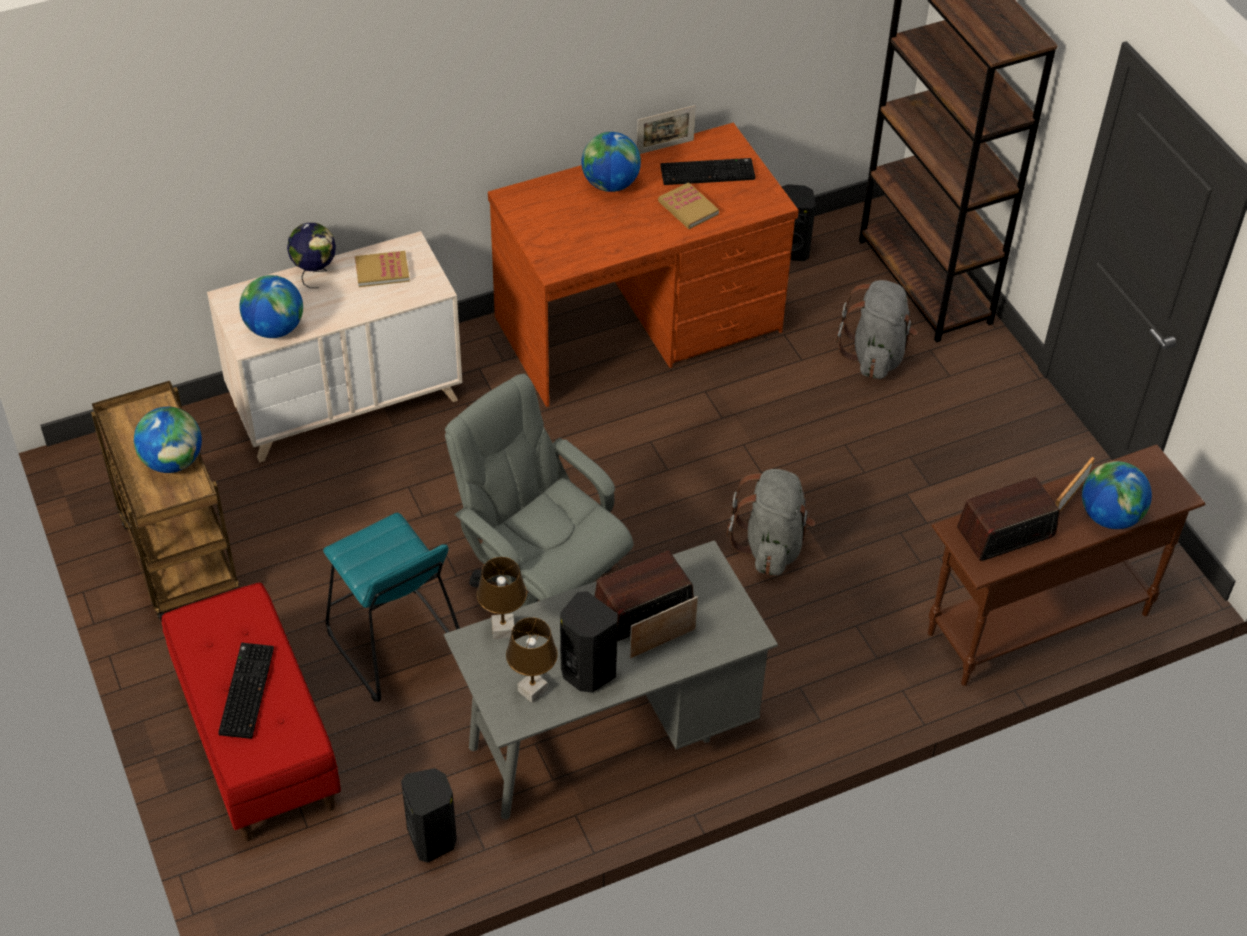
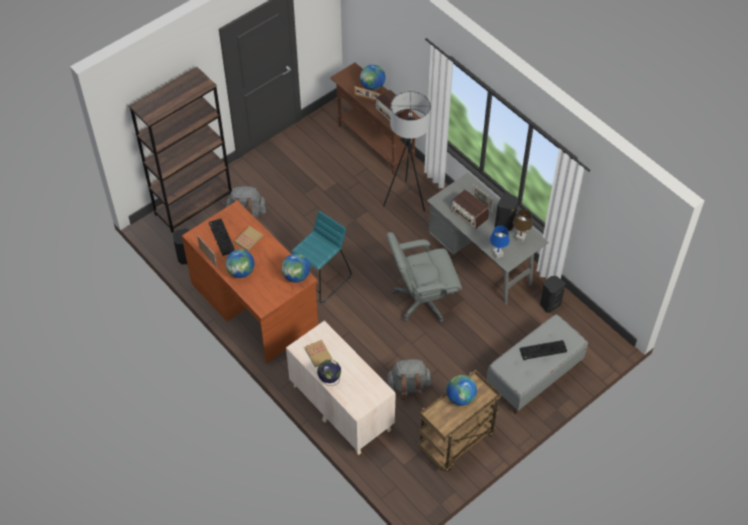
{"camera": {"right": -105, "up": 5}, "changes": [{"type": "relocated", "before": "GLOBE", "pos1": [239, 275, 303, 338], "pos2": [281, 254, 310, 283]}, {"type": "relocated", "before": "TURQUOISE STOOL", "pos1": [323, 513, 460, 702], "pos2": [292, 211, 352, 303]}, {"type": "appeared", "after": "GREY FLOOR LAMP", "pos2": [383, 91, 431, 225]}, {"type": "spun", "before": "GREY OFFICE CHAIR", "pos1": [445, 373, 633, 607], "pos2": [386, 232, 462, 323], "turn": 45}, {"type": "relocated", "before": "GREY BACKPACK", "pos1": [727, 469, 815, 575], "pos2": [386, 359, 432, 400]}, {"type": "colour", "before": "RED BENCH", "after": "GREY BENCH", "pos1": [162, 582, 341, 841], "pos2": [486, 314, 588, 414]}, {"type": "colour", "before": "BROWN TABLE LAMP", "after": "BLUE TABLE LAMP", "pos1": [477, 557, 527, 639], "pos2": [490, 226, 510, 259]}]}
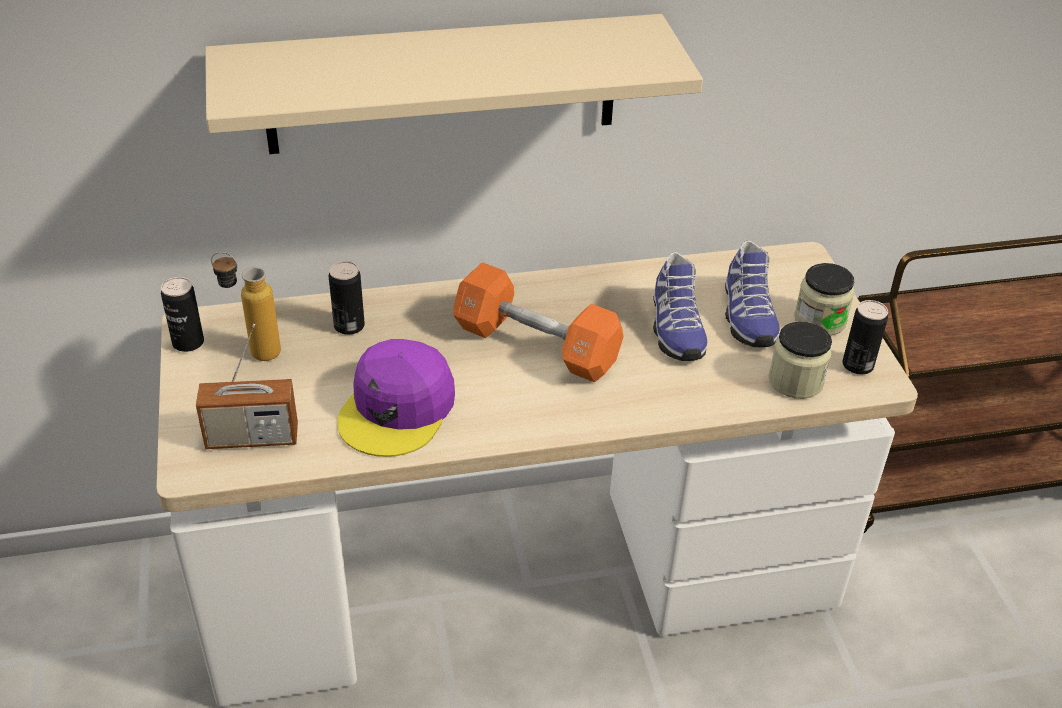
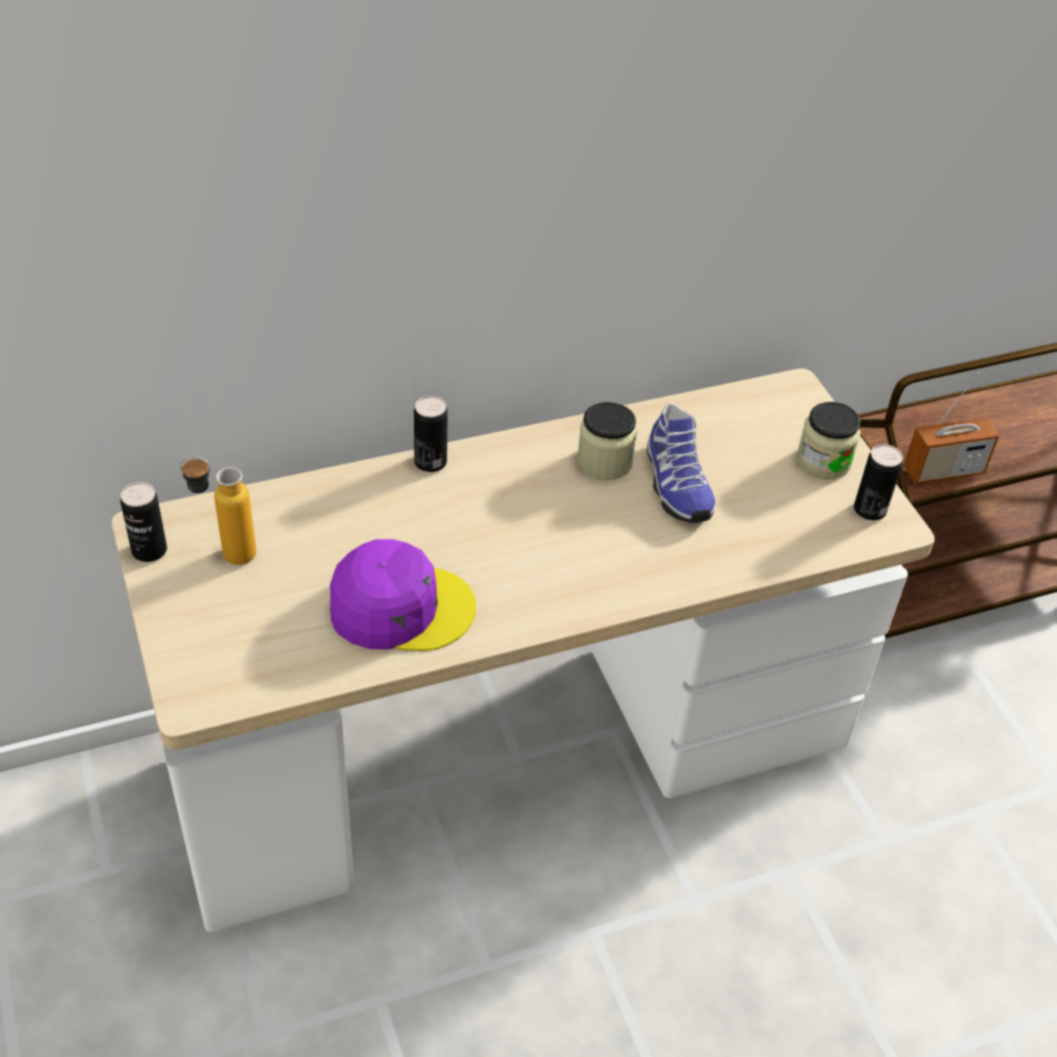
{"camera": {"right": -10, "up": 5}, "changes": [{"type": "spun", "before": "PURPLE CAP", "pos1": [337, 339, 455, 457], "pos2": [330, 539, 476, 651], "turn": -105}, {"type": "relocated", "before": "CAN", "pos1": [329, 261, 365, 335], "pos2": [414, 396, 448, 472]}, {"type": "relocated", "before": "JAR", "pos1": [769, 322, 832, 399], "pos2": [577, 402, 637, 480]}, {"type": "relocated", "before": "RADIO", "pos1": [196, 324, 298, 449], "pos2": [904, 372, 999, 484]}, {"type": "missing", "before": "BEIGE SHELF", "pos1": [205, 14, 703, 154]}, {"type": "missing", "before": "ORANGE DUMBBELL", "pos1": [453, 262, 624, 383]}, {"type": "missing", "before": "SHOE", "pos1": [725, 241, 780, 347]}]}
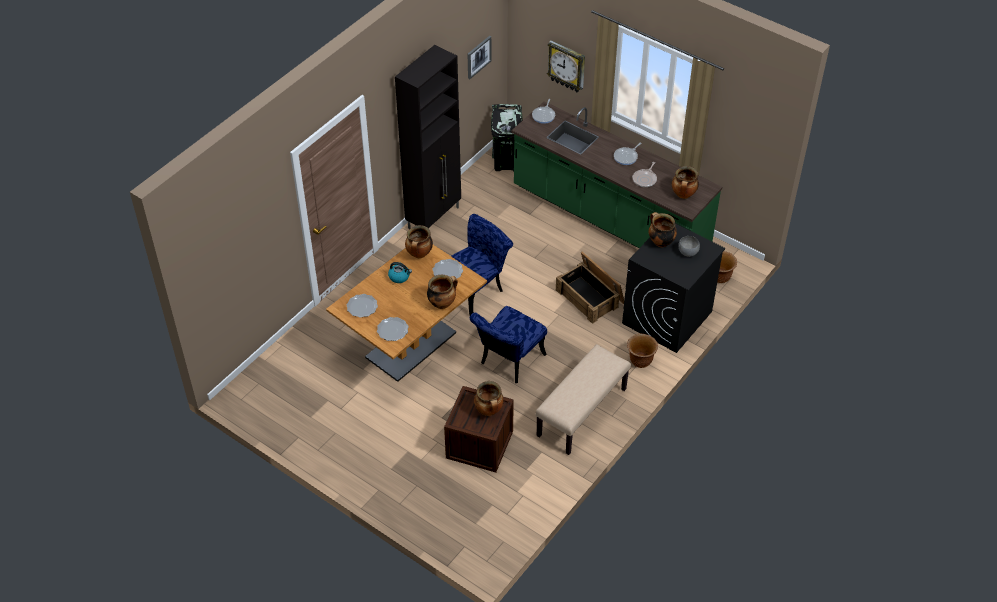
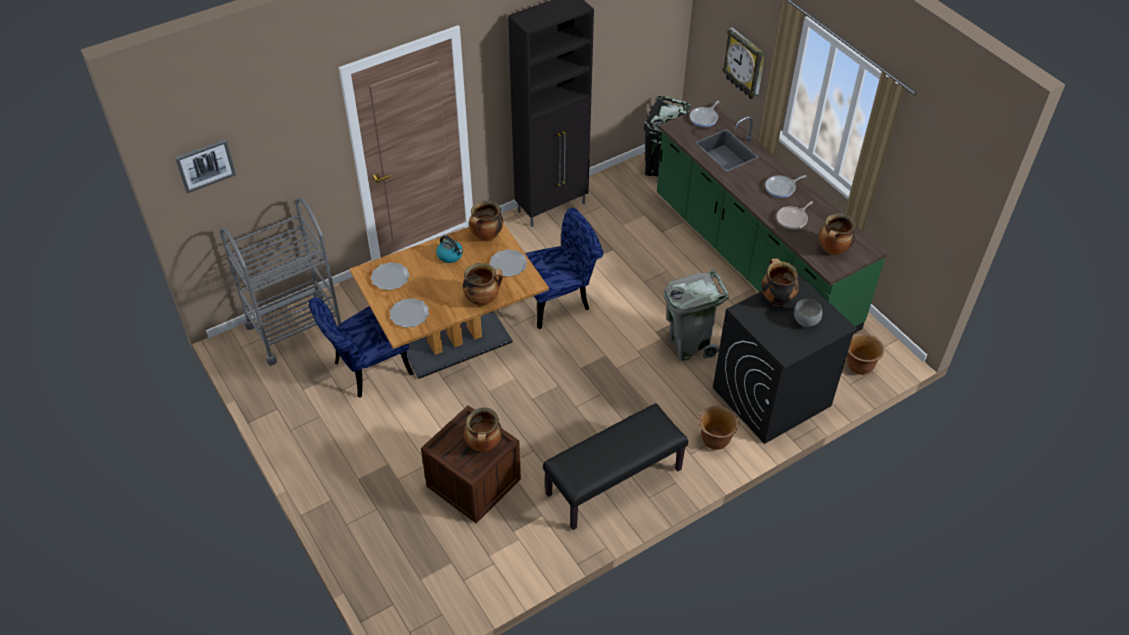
{"camera": {"right": 20, "up": 0}, "changes": [{"type": "relocated", "before": "PICTURE", "pos1": [468, 36, 491, 79], "pos2": [175, 139, 236, 193]}, {"type": "appeared", "after": "GREY CART", "pos2": [220, 198, 342, 366]}, {"type": "relocated", "before": "BLUE CHAIR", "pos1": [470, 306, 547, 383], "pos2": [309, 297, 414, 397]}, {"type": "colour", "before": "BEIGE BENCH", "after": "BLACK BENCH", "pos1": [535, 344, 631, 455], "pos2": [543, 403, 688, 530]}, {"type": "exchanged", "before": "CRATE", "after": "GREY TRASH CAN", "pos1": [556, 252, 624, 324], "pos2": [664, 269, 729, 361]}]}
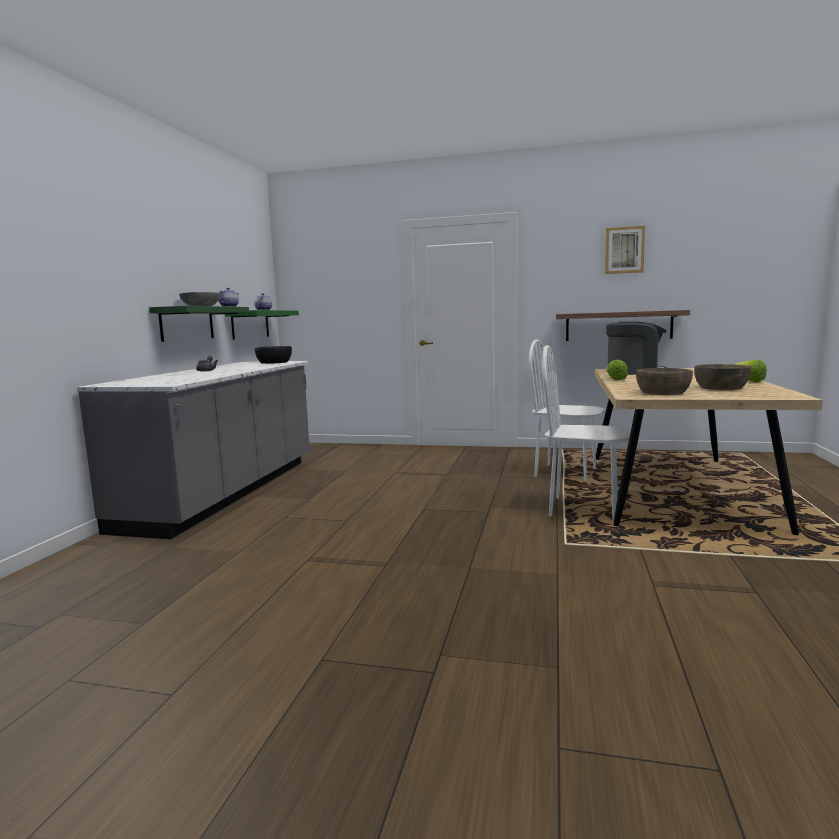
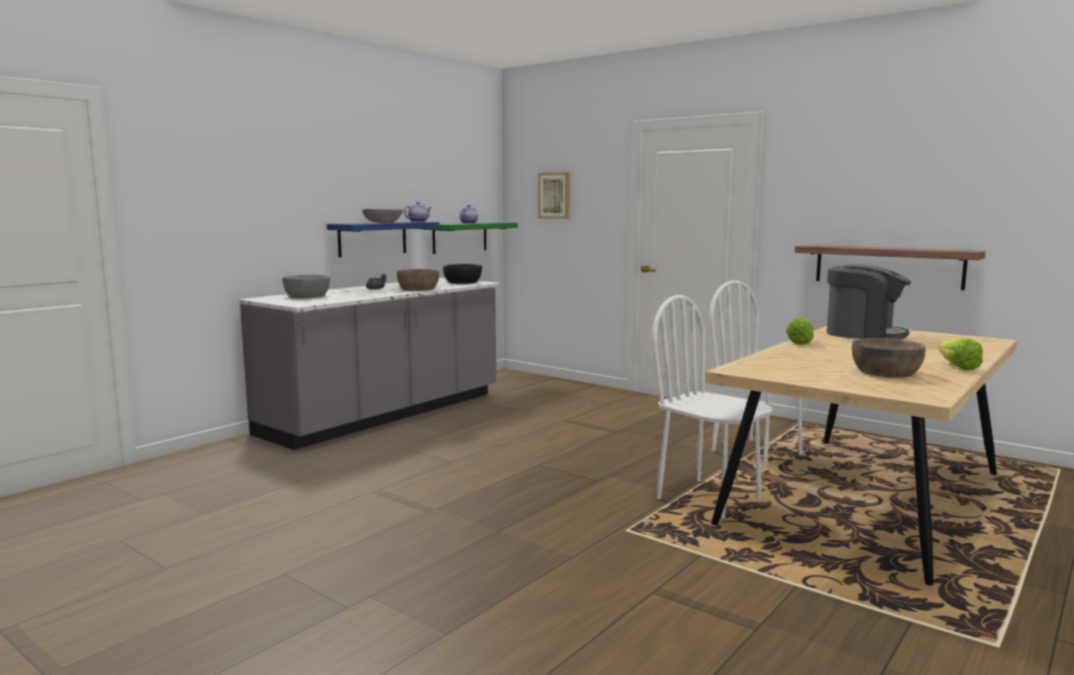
{"camera": {"right": 25, "up": 0}, "changes": [{"type": "appeared", "after": "GREY BOWL", "pos2": [283, 274, 330, 298]}, {"type": "colour", "before": "GREEN SHELF", "after": "BLUE SHELF", "pos1": [149, 306, 249, 342], "pos2": [327, 222, 440, 257]}, {"type": "relocated", "before": "BROWN BOWL", "pos1": [636, 368, 693, 395], "pos2": [397, 269, 439, 291]}, {"type": "relocated", "before": "PICTURE", "pos1": [605, 226, 645, 274], "pos2": [538, 172, 570, 219]}]}
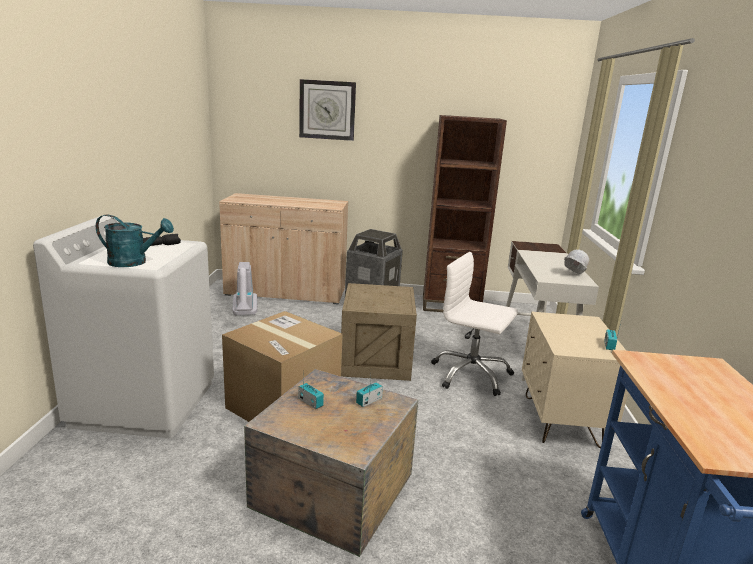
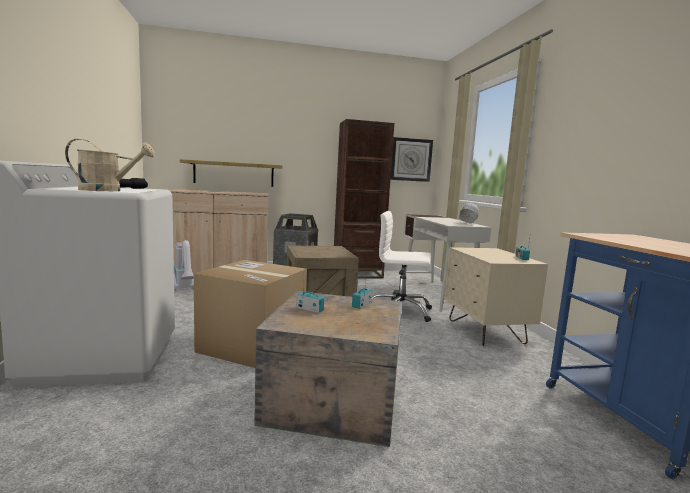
{"camera": {"right": -15, "up": -10}, "changes": [{"type": "colour", "before": "TURQUOISE WATERING CAN", "after": "BEIGE WATERING CAN", "pos1": [96, 214, 174, 267], "pos2": [65, 139, 155, 191]}, {"type": "appeared", "after": "SHELF", "pos2": [180, 159, 283, 187]}, {"type": "relocated", "before": "WALL CLOCK", "pos1": [299, 79, 356, 141], "pos2": [390, 137, 433, 182]}]}
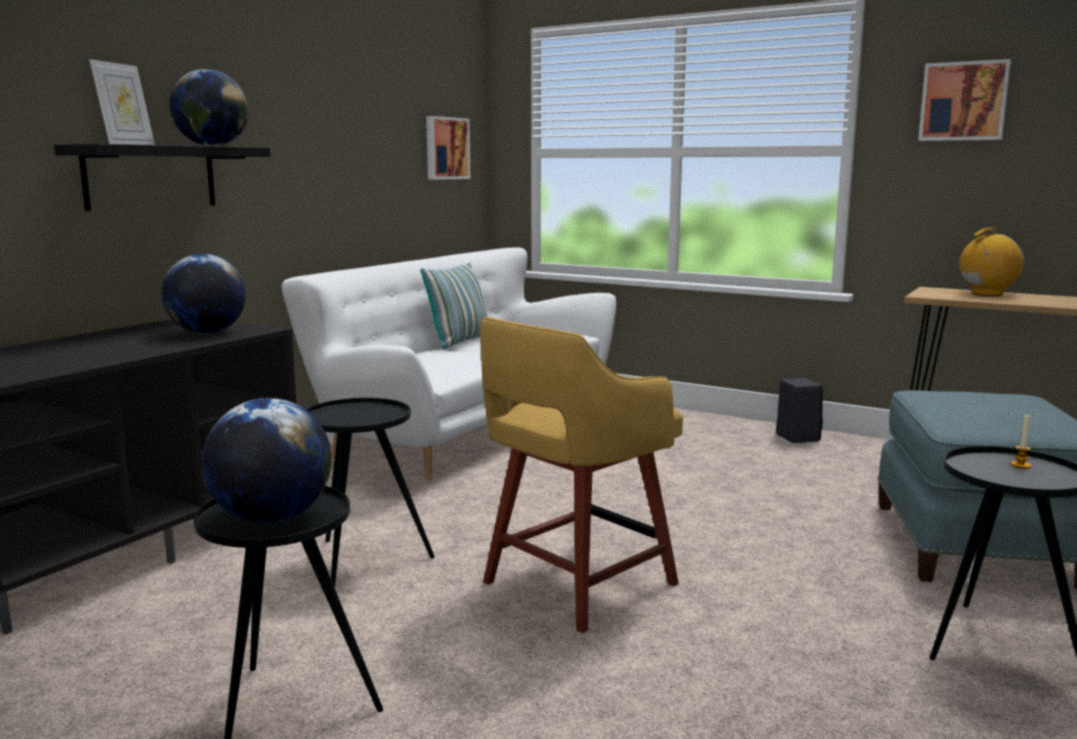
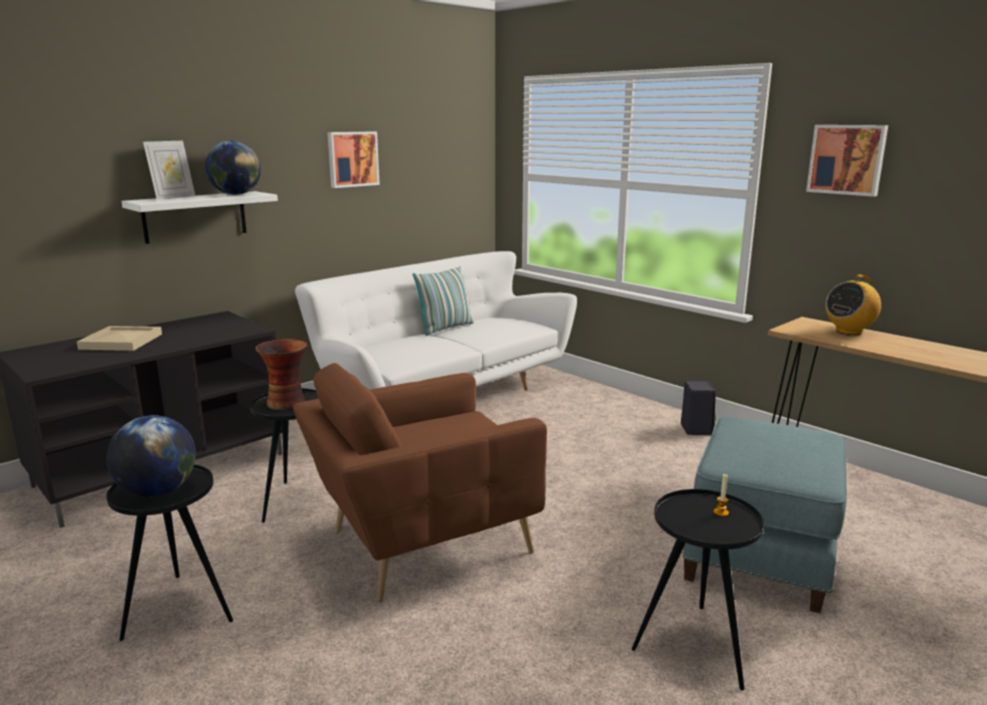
{"camera": {"right": 15, "up": 5}, "changes": [{"type": "appeared", "after": "BEIGE TRAY", "pos2": [77, 326, 162, 351]}, {"type": "colour", "before": "BLACK SHELF", "after": "WHITE SHELF", "pos1": [54, 144, 270, 211], "pos2": [121, 191, 278, 244]}, {"type": "appeared", "after": "VASE", "pos2": [255, 339, 308, 410]}, {"type": "exchanged", "before": "YELLOW STOOL", "after": "BROWN ARMCHAIR", "pos1": [480, 317, 683, 633], "pos2": [293, 363, 547, 602]}, {"type": "relocated", "before": "PICTURE", "pos1": [426, 116, 470, 180], "pos2": [327, 132, 380, 188]}, {"type": "spun", "before": "RADIO", "pos1": [960, 228, 1025, 296], "pos2": [825, 275, 881, 335], "turn": 150}, {"type": "missing", "before": "GLOBE", "pos1": [161, 254, 246, 334]}]}
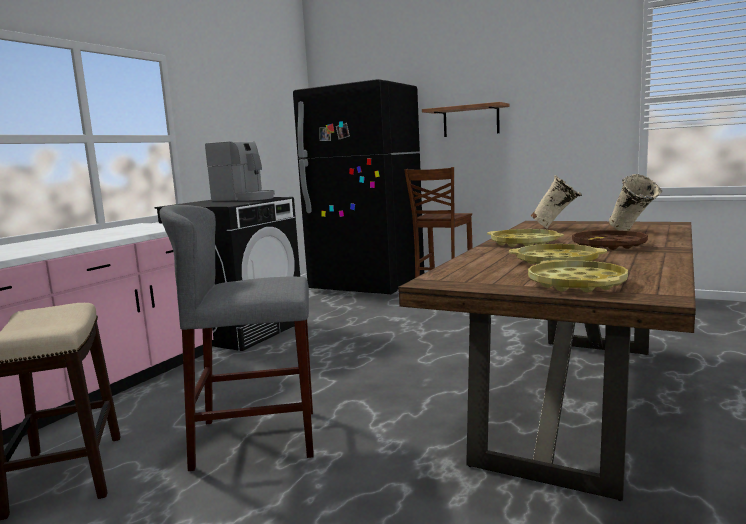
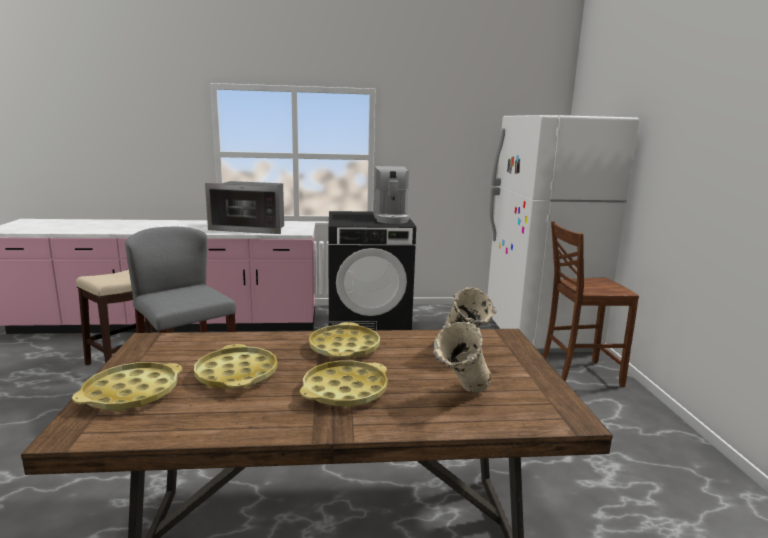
{"camera": {"right": 55, "up": 5}, "changes": [{"type": "appeared", "after": "MICROWAVE", "pos2": [205, 181, 284, 234]}, {"type": "colour", "before": "BROWN TRAY", "after": "YELLOW TRAY", "pos1": [572, 230, 648, 250], "pos2": [300, 360, 388, 407]}, {"type": "colour", "before": "BLACK FRIDGE", "after": "WHITE FRIDGE", "pos1": [293, 79, 424, 295], "pos2": [487, 115, 639, 353]}, {"type": "missing", "before": "SHELF", "pos1": [422, 102, 510, 137]}]}
